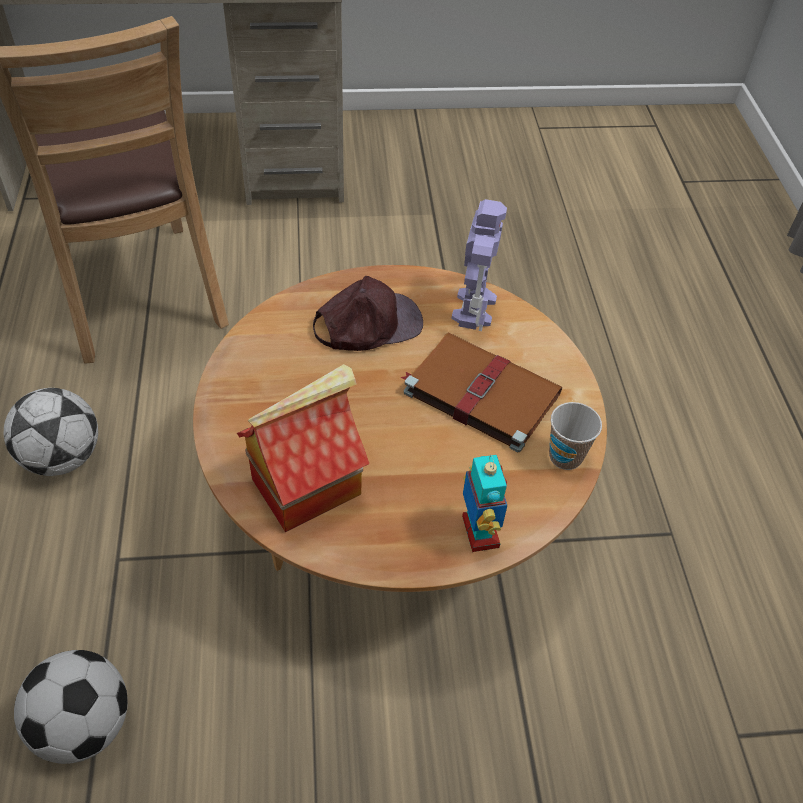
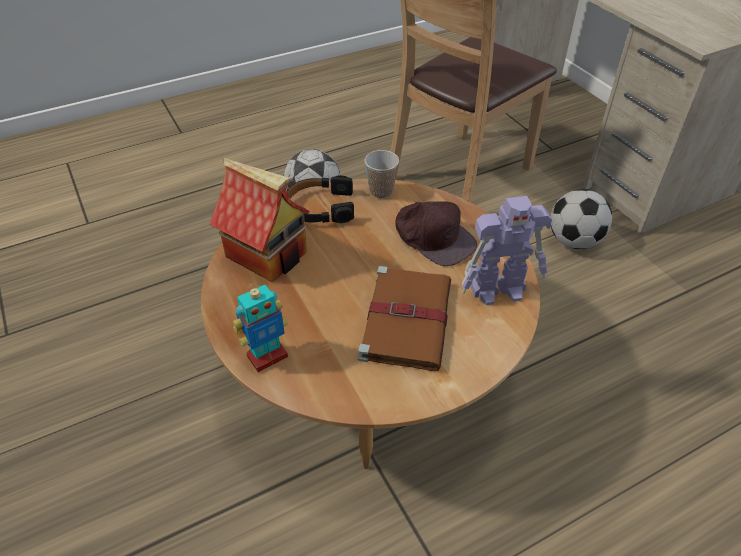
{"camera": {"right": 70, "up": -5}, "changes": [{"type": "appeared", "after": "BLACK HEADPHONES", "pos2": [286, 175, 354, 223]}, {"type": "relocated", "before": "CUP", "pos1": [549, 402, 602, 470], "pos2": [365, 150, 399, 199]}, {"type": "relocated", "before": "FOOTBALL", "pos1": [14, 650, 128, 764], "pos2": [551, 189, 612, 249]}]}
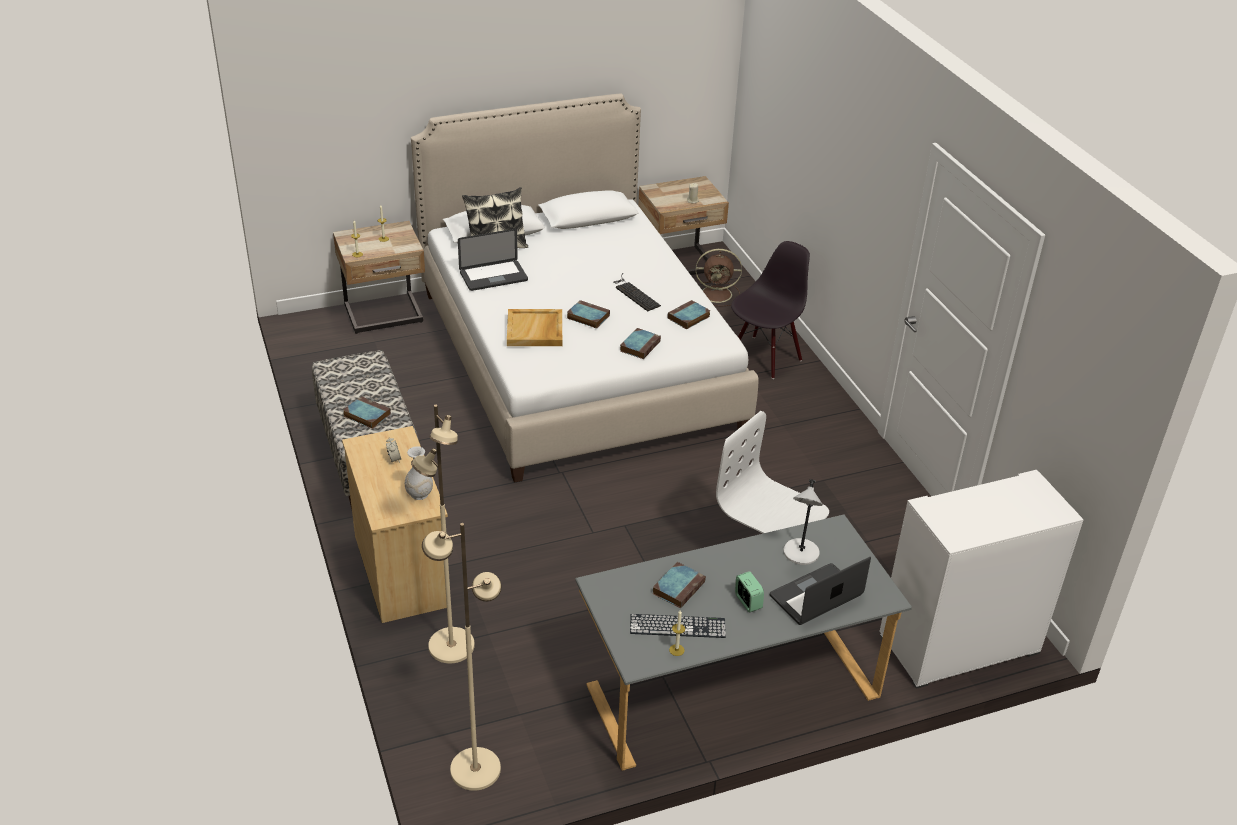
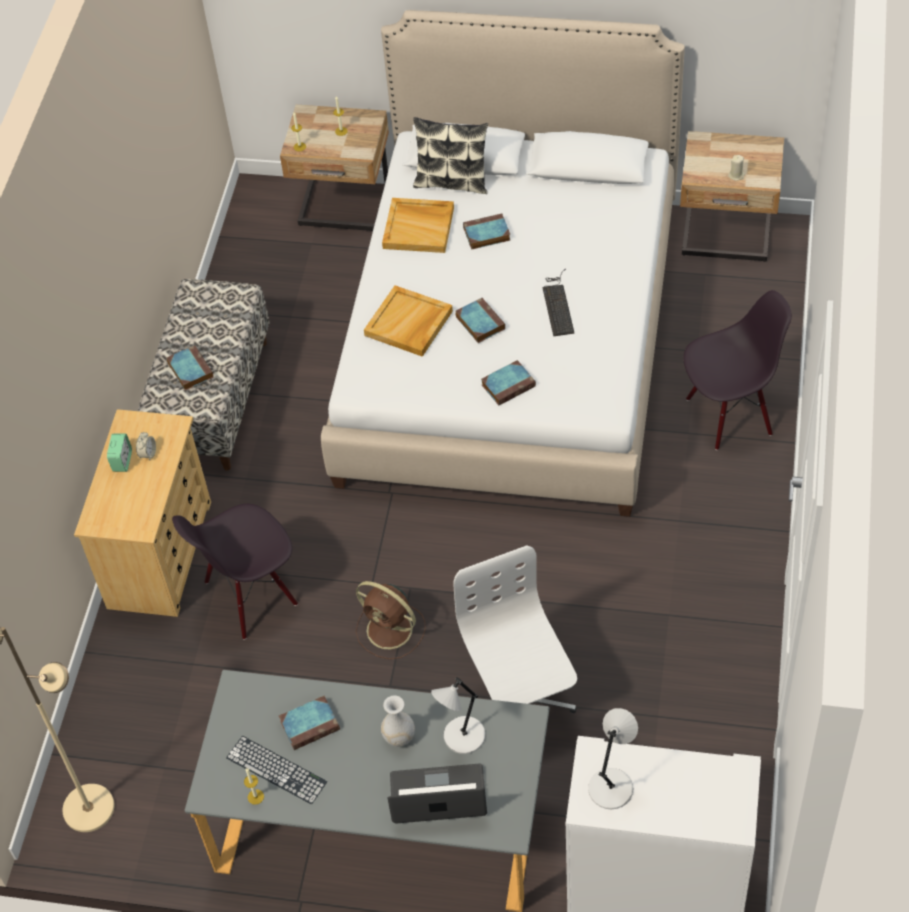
{"camera": {"right": 35, "up": 15}, "changes": [{"type": "relocated", "before": "ALARM CLOCK", "pos1": [735, 571, 764, 612], "pos2": [107, 433, 132, 472]}, {"type": "appeared", "after": "BLACK CHAIR", "pos2": [172, 503, 298, 640]}, {"type": "relocated", "before": "BROWN FAN", "pos1": [696, 249, 742, 307], "pos2": [356, 581, 426, 659]}, {"type": "relocated", "before": "WHITE VASE", "pos1": [405, 446, 433, 500], "pos2": [381, 695, 415, 746]}, {"type": "exchanged", "before": "LAPTOP", "after": "BEIGE TRAY", "pos1": [458, 229, 528, 291], "pos2": [382, 198, 454, 253]}, {"type": "relocated", "before": "BOOK", "pos1": [668, 300, 711, 330], "pos2": [463, 213, 510, 250]}, {"type": "appeared", "after": "GREY TABLE LAMP", "pos2": [588, 708, 638, 809]}, {"type": "missing", "before": "BEIGE FLOOR LAMP", "pos1": [411, 405, 475, 664]}]}
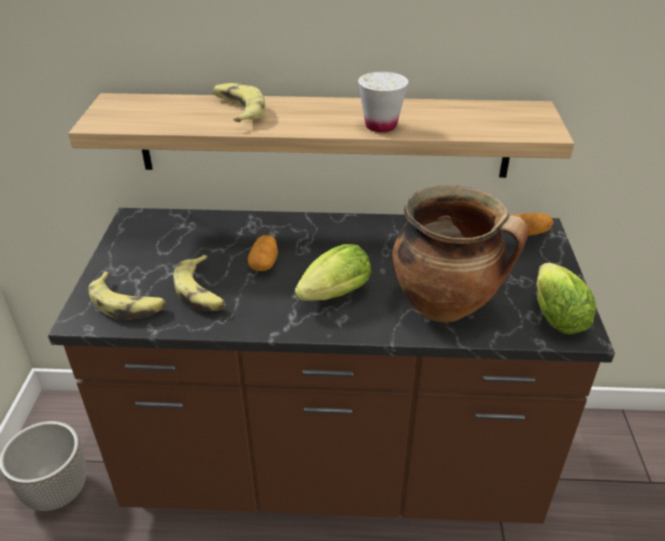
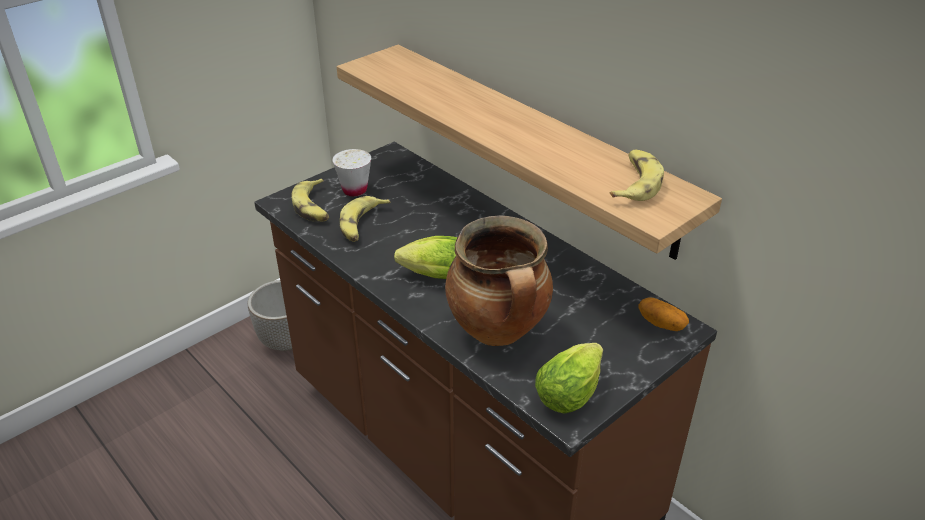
{"camera": {"right": 45, "up": 0}, "changes": [{"type": "relocated", "before": "WHITE CUP", "pos1": [358, 72, 409, 132], "pos2": [333, 149, 371, 196]}, {"type": "relocated", "before": "BANANA", "pos1": [212, 83, 265, 123], "pos2": [610, 150, 664, 201]}, {"type": "missing", "before": "POTATO", "pos1": [248, 235, 278, 271]}]}
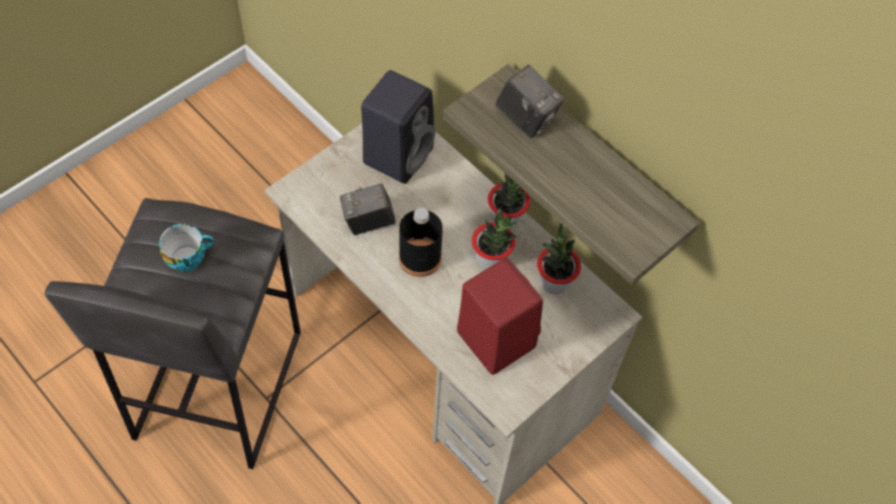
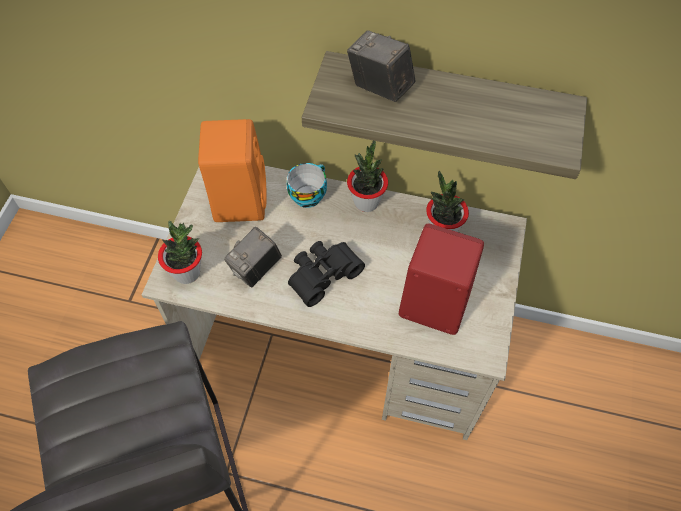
{"camera": {"right": -30, "up": 0}, "changes": [{"type": "relocated", "before": "POTTED PLANT", "pos1": [472, 208, 517, 270], "pos2": [158, 221, 202, 284]}, {"type": "colour", "before": "BLACK SPEAKER", "after": "ORANGE SPEAKER", "pos1": [361, 70, 435, 184], "pos2": [198, 119, 267, 222]}, {"type": "relocated", "before": "CUP", "pos1": [159, 224, 214, 272], "pos2": [287, 163, 327, 208]}, {"type": "exchanged", "before": "BLACK BOTTLE", "after": "BLACK BINOCULARS", "pos1": [399, 207, 443, 277], "pos2": [288, 241, 365, 307]}, {"type": "spun", "before": "PHOTO CAMERA", "pos1": [495, 65, 564, 138], "pos2": [347, 30, 415, 102], "turn": -150}]}
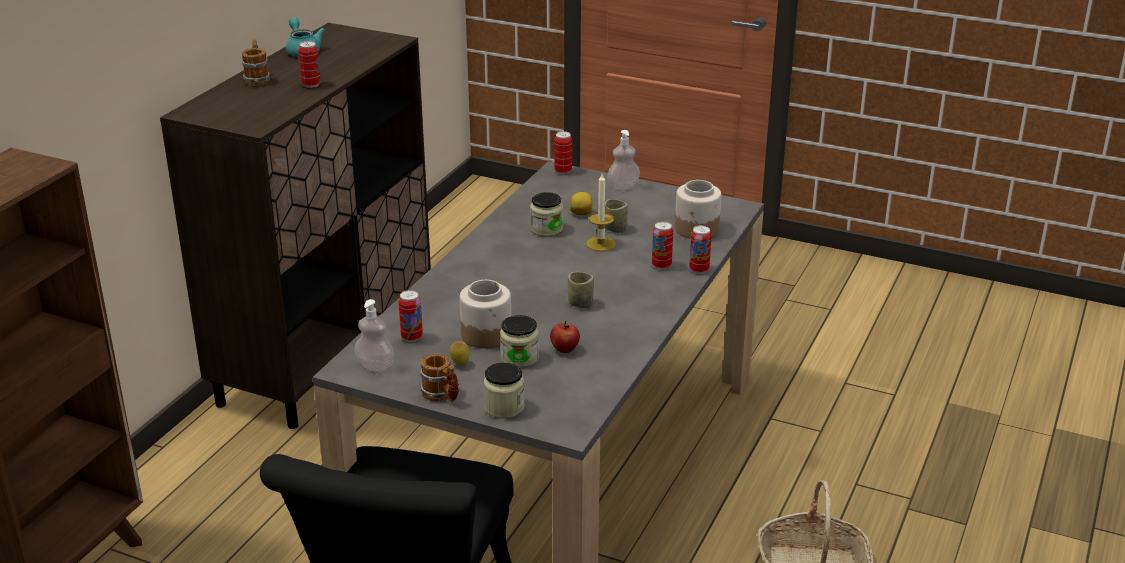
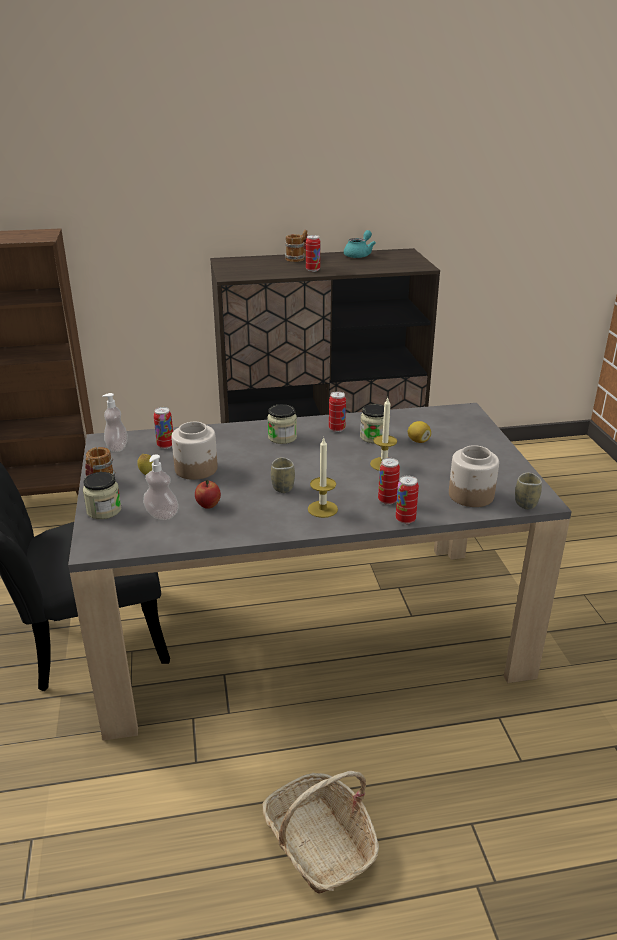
{"camera": {"right": 55, "up": 0}, "changes": [{"type": "relocated", "before": "SOAP DISPENSER", "pos1": [607, 130, 640, 190], "pos2": [143, 454, 179, 520]}, {"type": "relocated", "before": "JAR", "pos1": [500, 315, 539, 368], "pos2": [267, 404, 297, 444]}, {"type": "appeared", "after": "CANDLE", "pos2": [308, 437, 338, 518]}, {"type": "relocated", "before": "CAN", "pos1": [554, 131, 572, 174], "pos2": [329, 391, 346, 432]}, {"type": "relocated", "before": "CUP", "pos1": [605, 199, 628, 233], "pos2": [515, 473, 542, 510]}]}
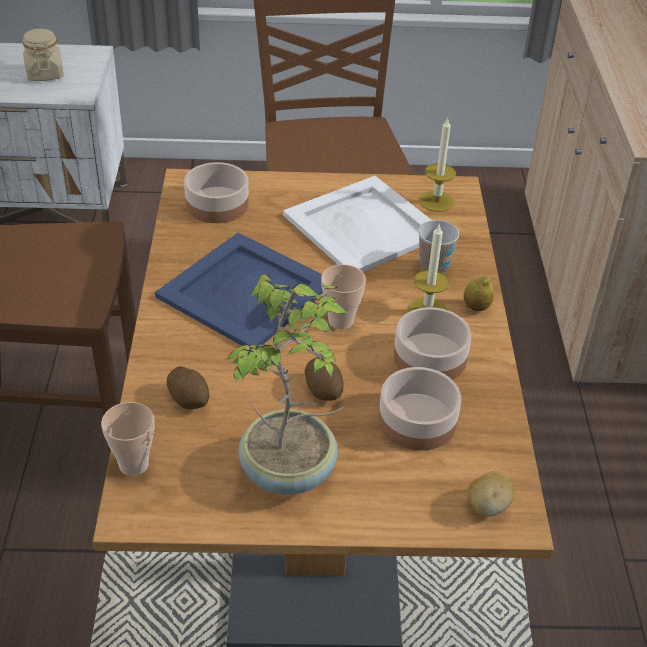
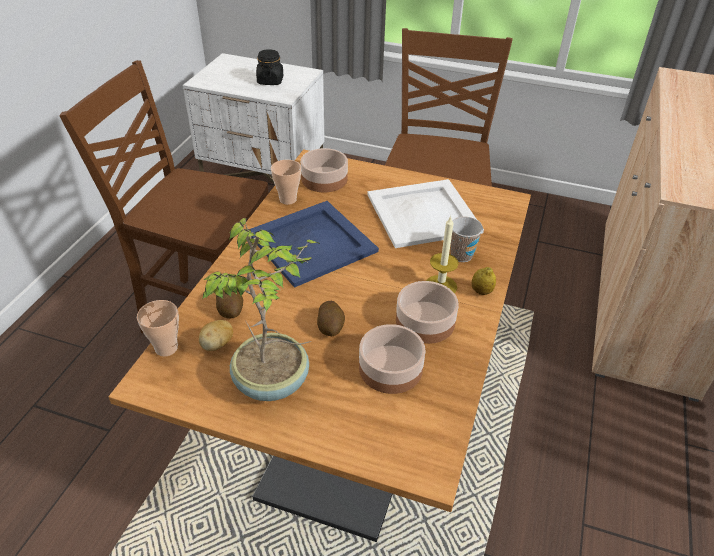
{"camera": {"right": 20, "up": 0}, "changes": [{"type": "relocated", "before": "POTATO", "pos1": [467, 471, 514, 517], "pos2": [199, 320, 233, 351]}, {"type": "colour", "before": "BEIGE JAR", "after": "BLACK JAR", "pos1": [23, 29, 64, 81], "pos2": [256, 49, 283, 85]}, {"type": "relocated", "before": "CUP", "pos1": [321, 264, 366, 329], "pos2": [271, 160, 301, 205]}, {"type": "missing", "before": "CANDLE", "pos1": [419, 117, 456, 212]}]}
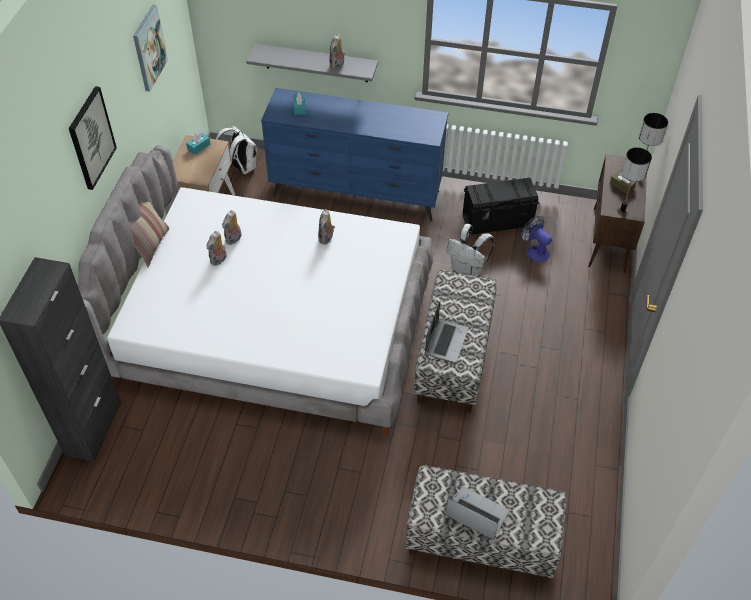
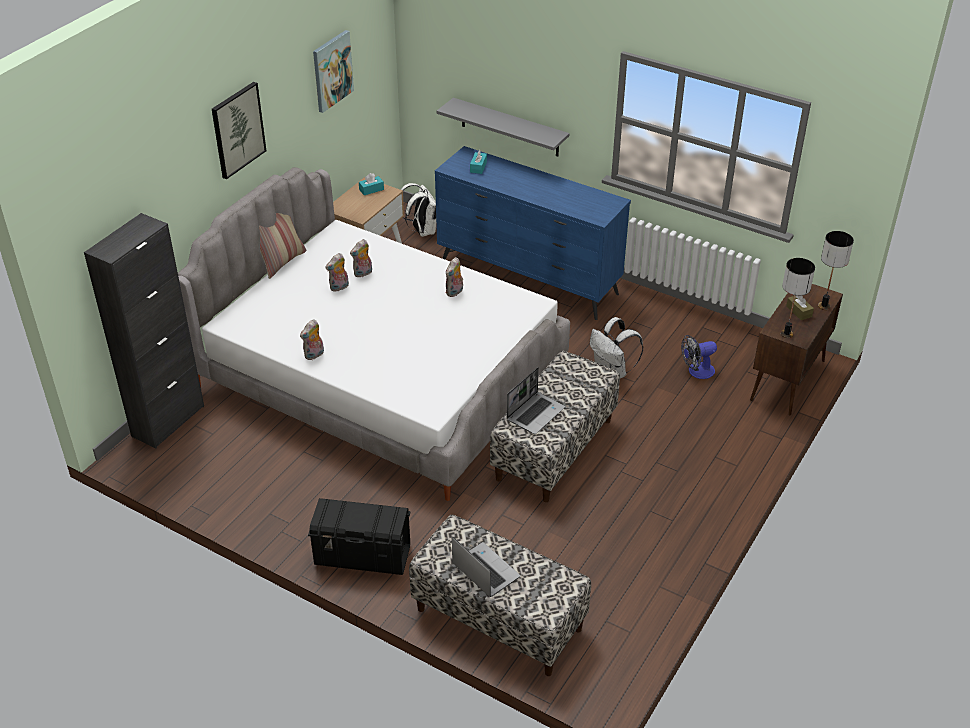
{"camera": {"right": 20, "up": -10}, "changes": [{"type": "relocated", "before": "PLUSH TOY", "pos1": [329, 34, 345, 71], "pos2": [300, 319, 324, 360]}, {"type": "relocated", "before": "BLACK STORAGE BOX", "pos1": [463, 178, 539, 235], "pos2": [308, 498, 411, 575]}, {"type": "spun", "before": "FAN", "pos1": [521, 216, 552, 262], "pos2": [681, 335, 717, 379], "turn": -90}]}
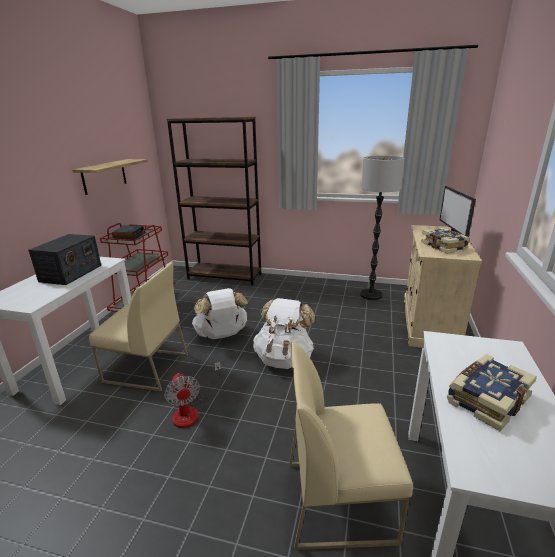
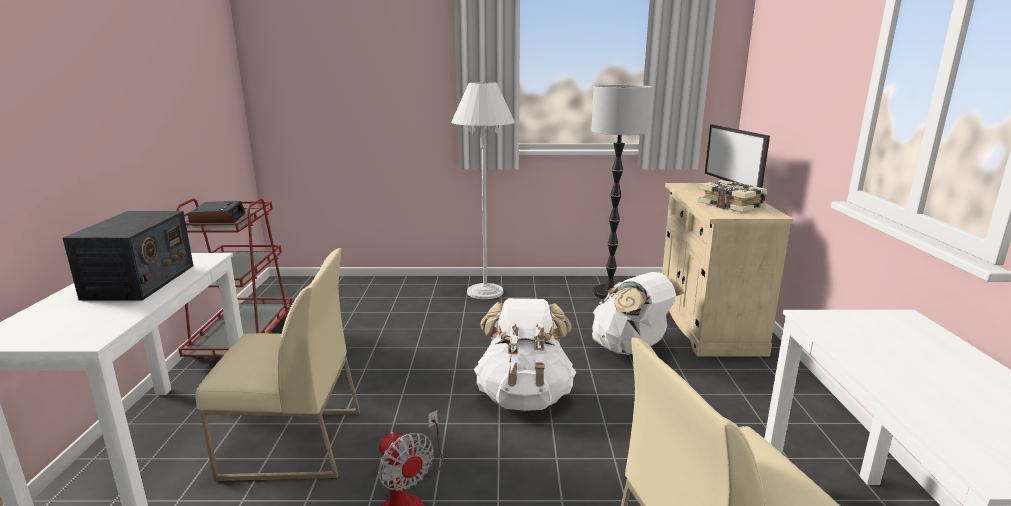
{"camera": {"right": -15, "up": -5}, "changes": [{"type": "appeared", "after": "WHITE FLOOR LAMP", "pos2": [451, 82, 515, 300]}, {"type": "relocated", "before": "WHITE BACKPACK", "pos1": [192, 288, 248, 339], "pos2": [592, 272, 684, 355]}, {"type": "missing", "before": "SHELF", "pos1": [72, 159, 148, 195]}, {"type": "missing", "before": "BROWN BOOKCASE", "pos1": [166, 117, 261, 286]}, {"type": "missing", "before": "BOOK", "pos1": [447, 354, 537, 432]}]}
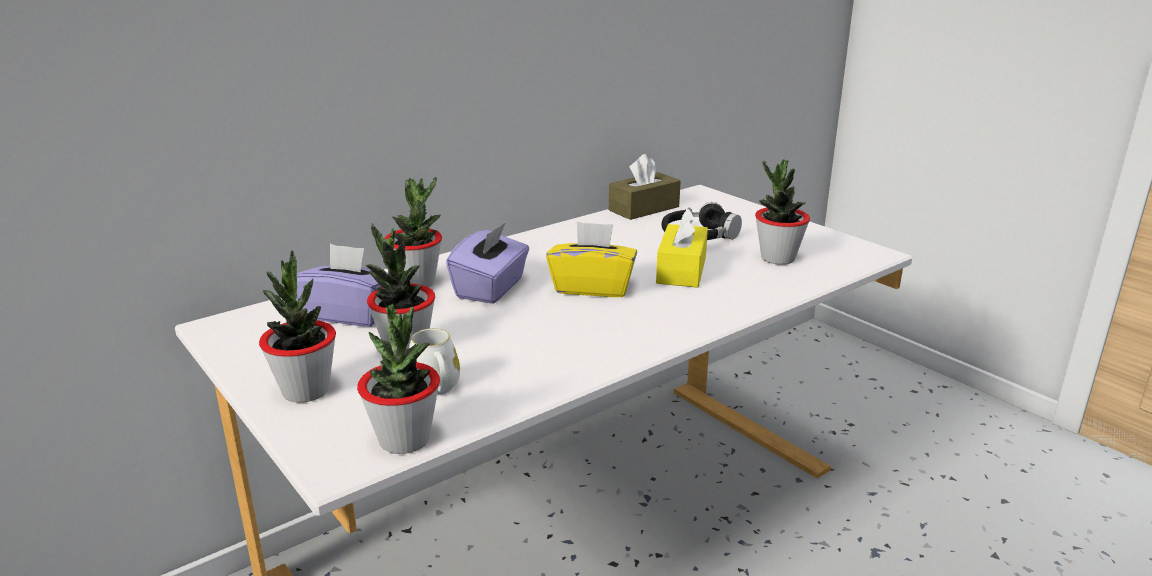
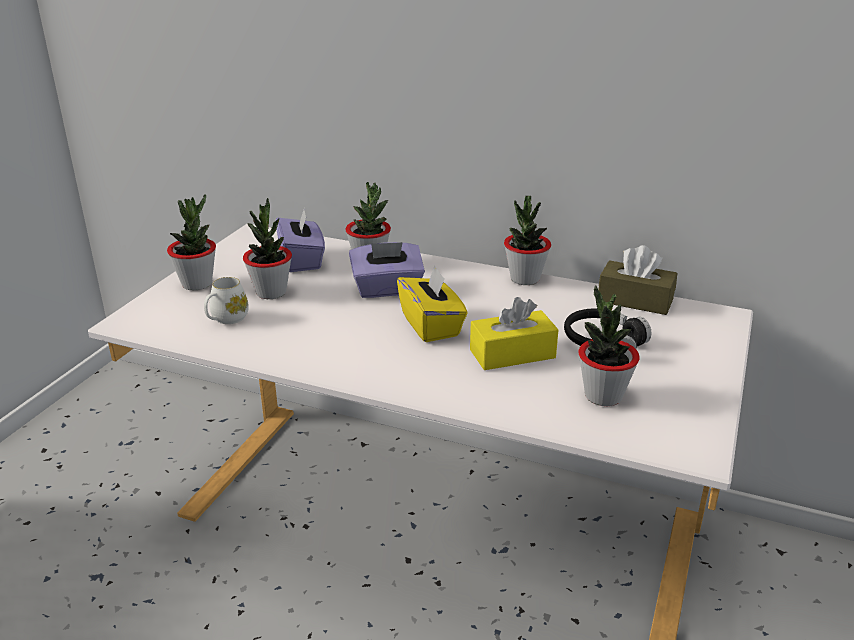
{"camera": {"right": 60, "up": 5}, "changes": [{"type": "relocated", "before": "POTTED PLANT", "pos1": [357, 304, 440, 454], "pos2": [504, 196, 551, 285]}]}
